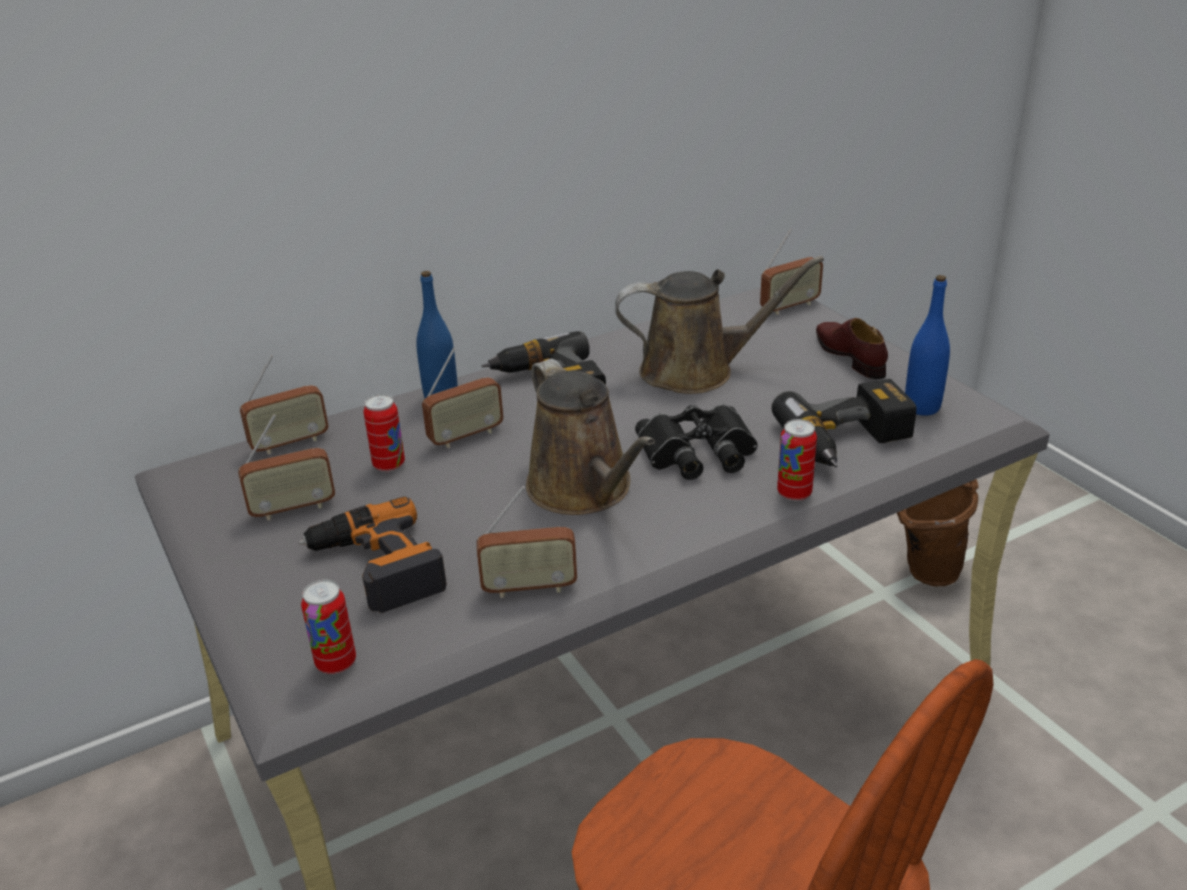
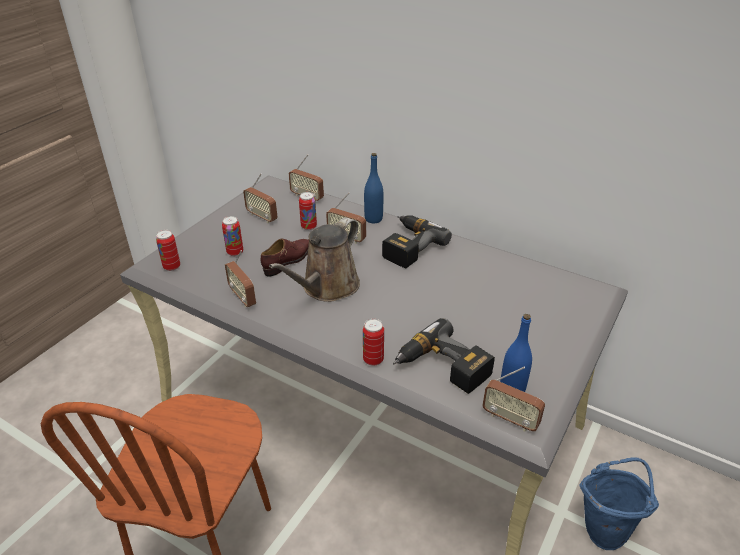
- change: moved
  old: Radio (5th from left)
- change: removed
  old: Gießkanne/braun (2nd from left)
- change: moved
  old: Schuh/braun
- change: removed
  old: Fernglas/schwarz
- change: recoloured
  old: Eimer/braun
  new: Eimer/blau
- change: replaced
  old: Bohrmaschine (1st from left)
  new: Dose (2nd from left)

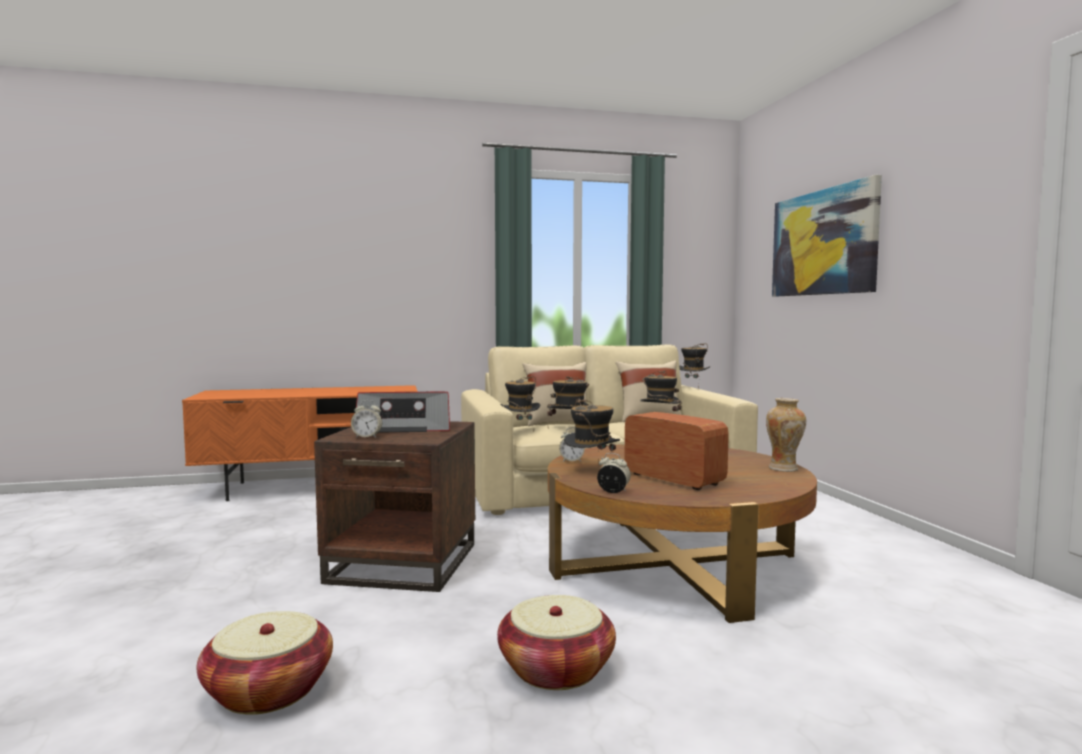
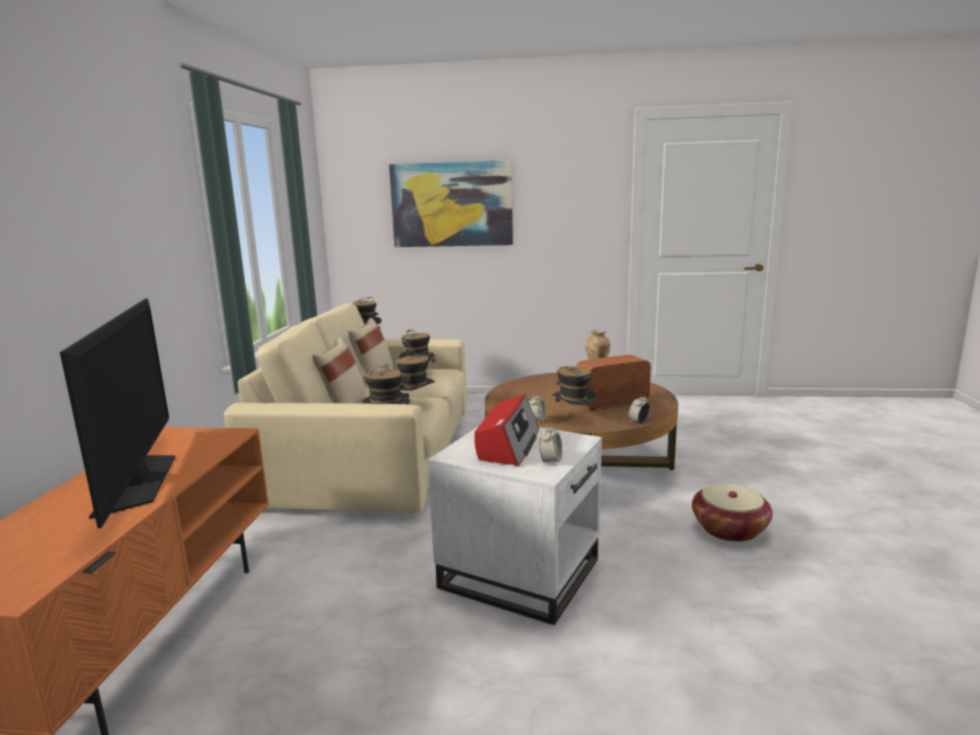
- change: recoloured
  old: Beistelltisch/braun
  new: Beistelltisch/weiß
- change: removed
  old: Korb (1st from left)
- change: added
  new: Fernseher

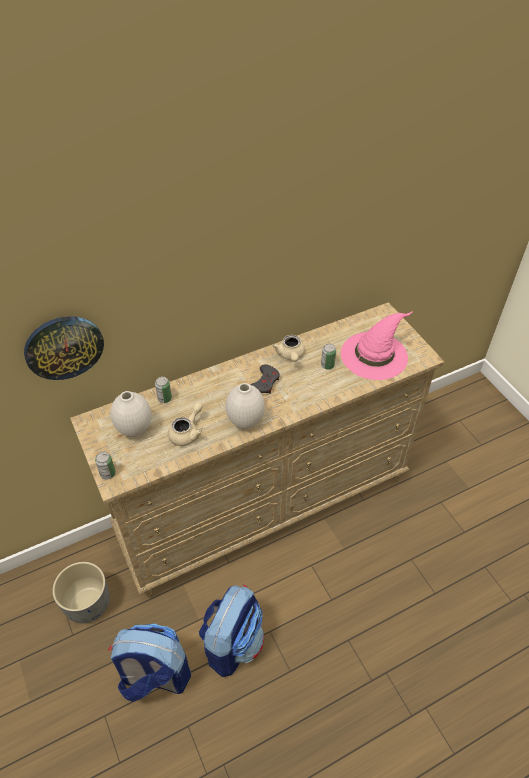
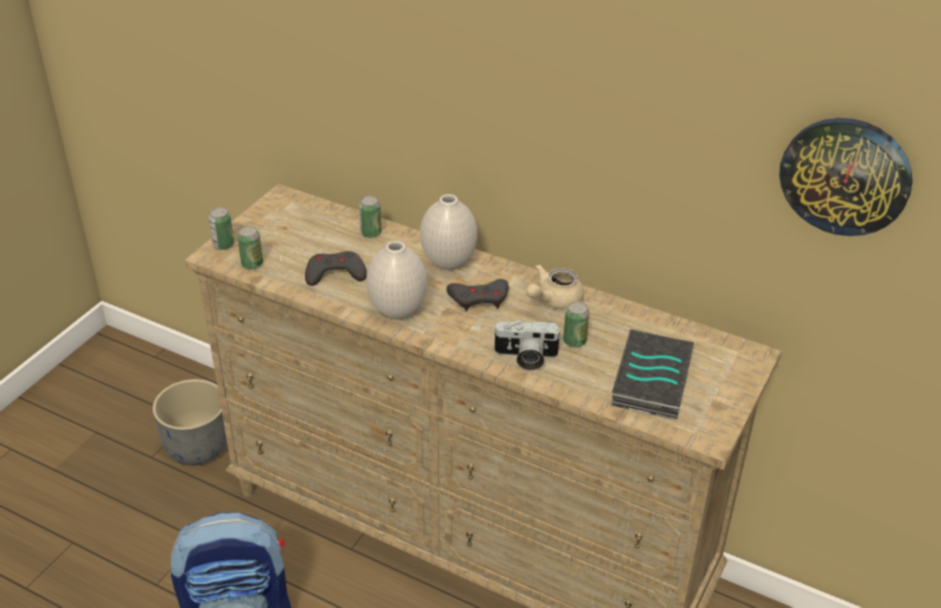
- change: replaced
  old: Hut/rosa
  new: Buch
- change: moved
  old: Wanduhr
- change: moved
  old: Vase/weiß (1st from left in the first image)
  new: Vase/weiß (2nd from left)
- change: replaced
  old: Teekanne/beige (1st from left)
  new: Gamepad/grau (1st from left)
- change: removed
  old: Rucksack (1st from left)
- change: added
  new: Dose (2nd from left)
- change: added
  new: Kamera

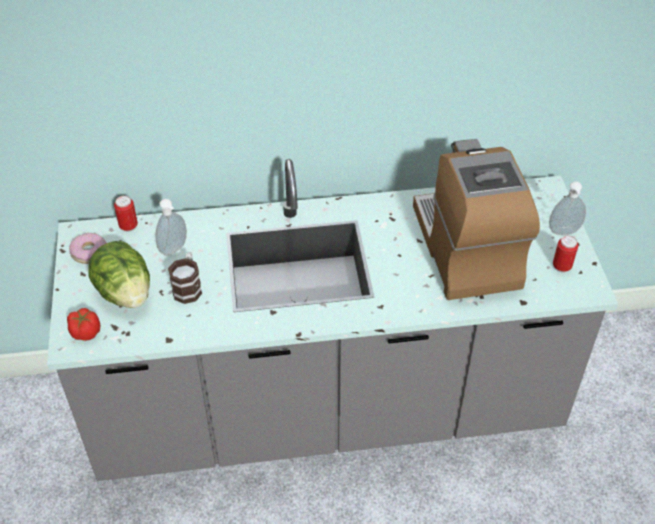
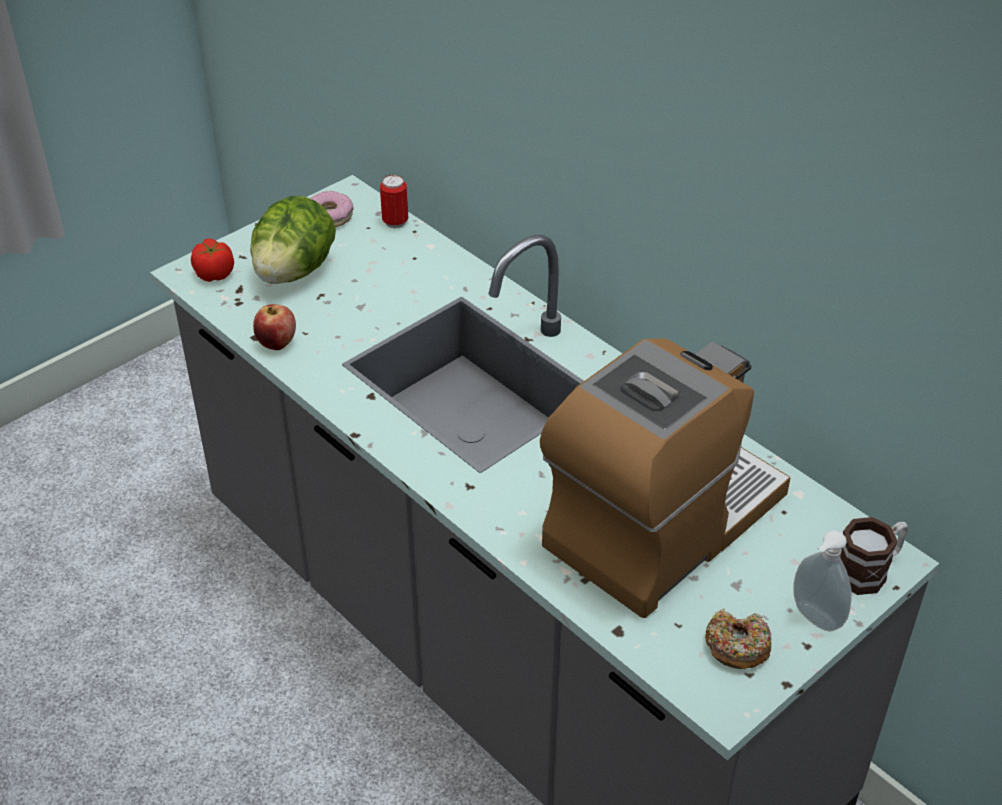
- change: removed
  old: Seifenspender (1st from left)
- change: replaced
  old: Dose (2nd from left)
  new: Donut (2nd from left)
- change: moved
  old: Henkelbecher
- change: added
  new: Apfel

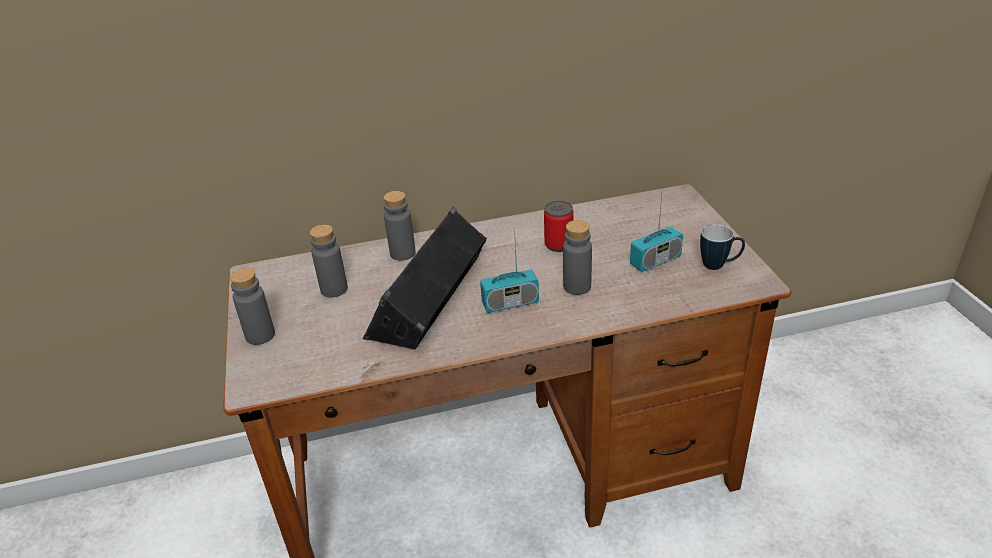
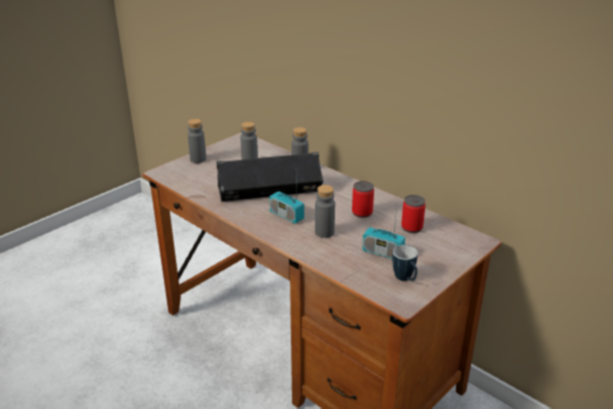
- change: added
  new: Dose (2nd from left)

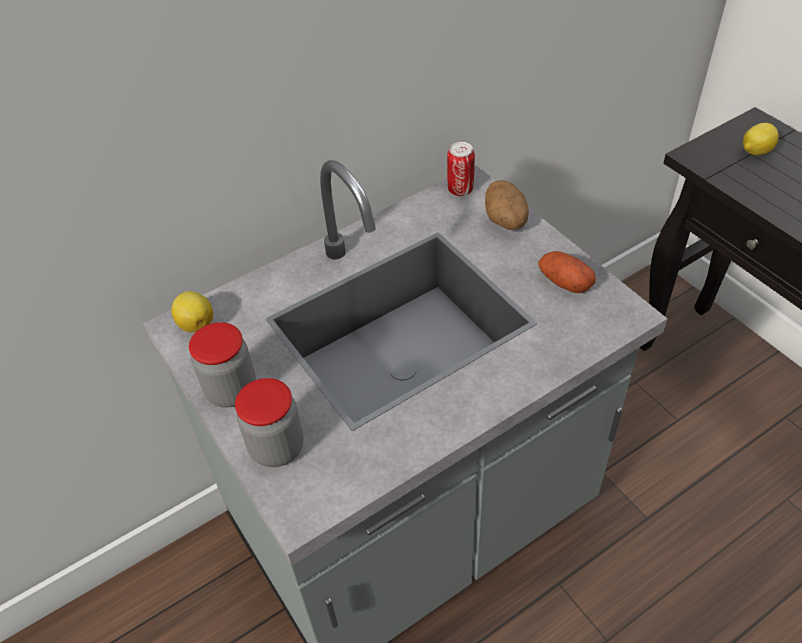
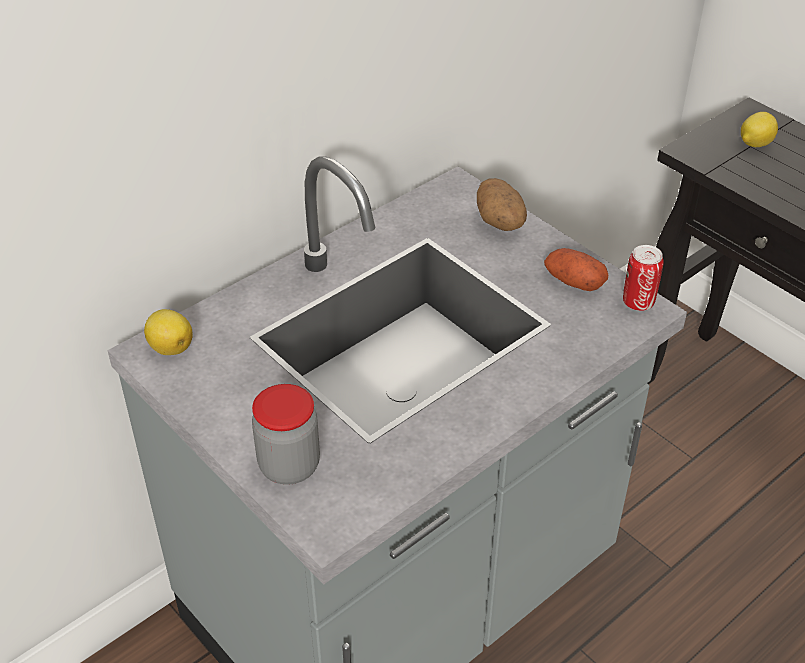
- change: moved
  old: Dose
- change: removed
  old: Vorratsglas (1st from left)

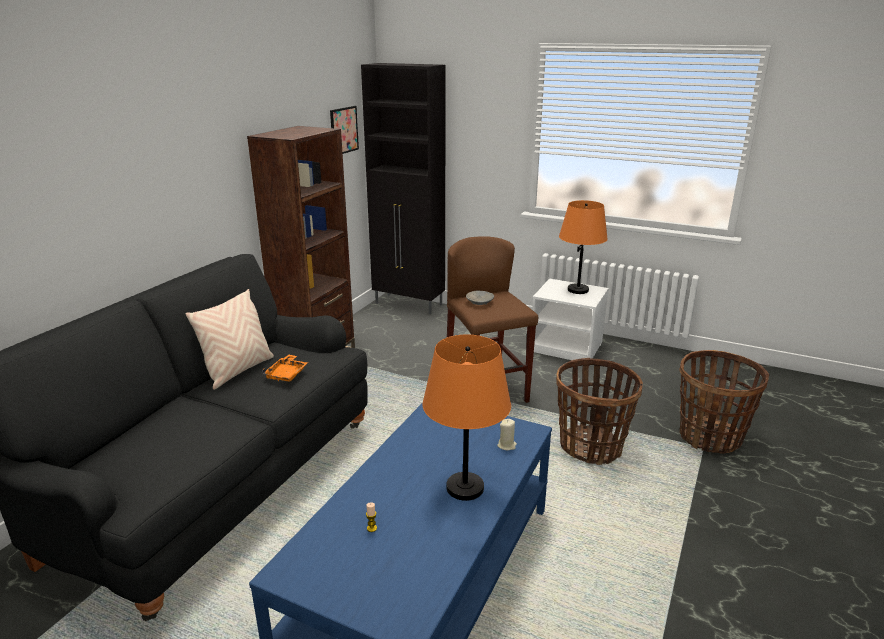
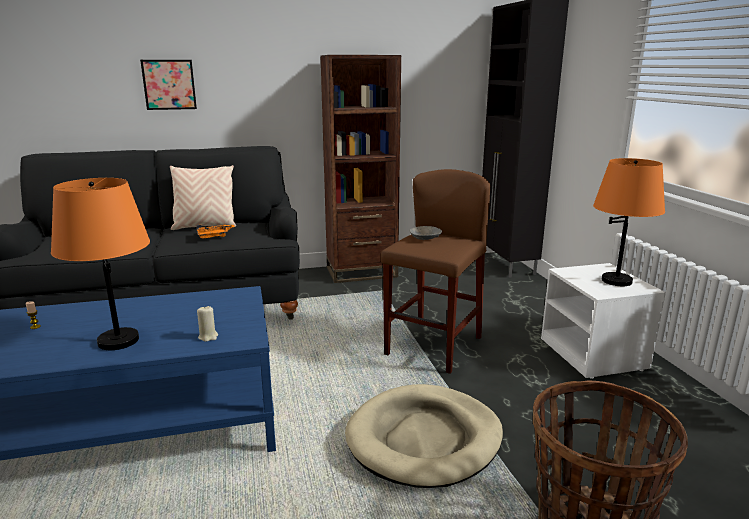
- change: moved
  old: Bild
- change: replaced
  old: Korb (1st from left)
  new: Hundebett/beige

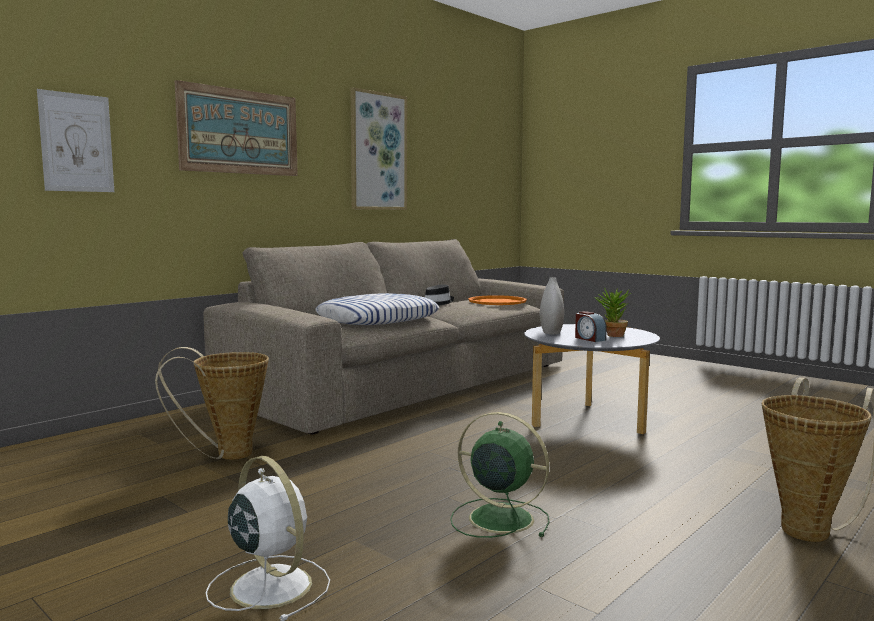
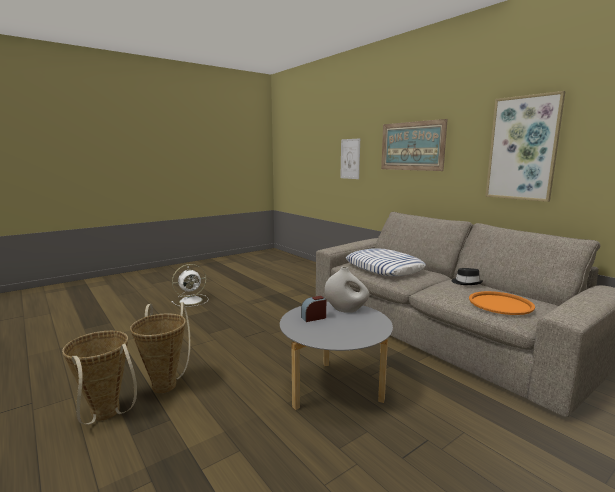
- change: removed
  old: Topfpflanze
- change: moved
  old: Korb (1st from left in the first image)
  new: Korb (2nd from left)
- change: removed
  old: Ventilator/grün

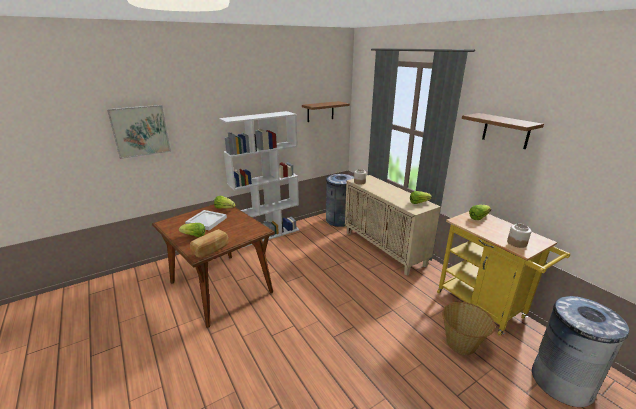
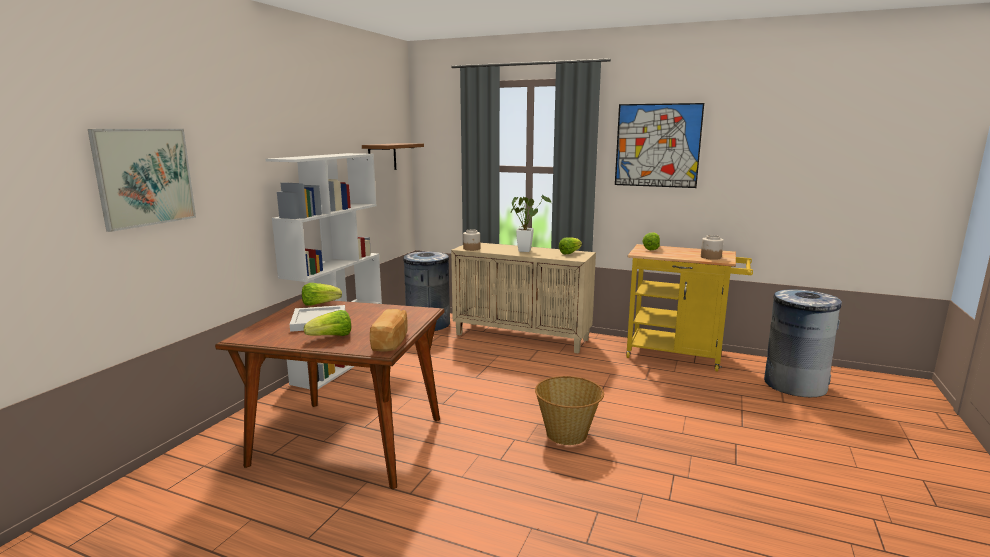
- change: replaced
  old: Wandregal/braun (2nd from left)
  new: Bild (2nd from left)
- change: moved
  old: Korb
- change: added
  new: Topfpflanze

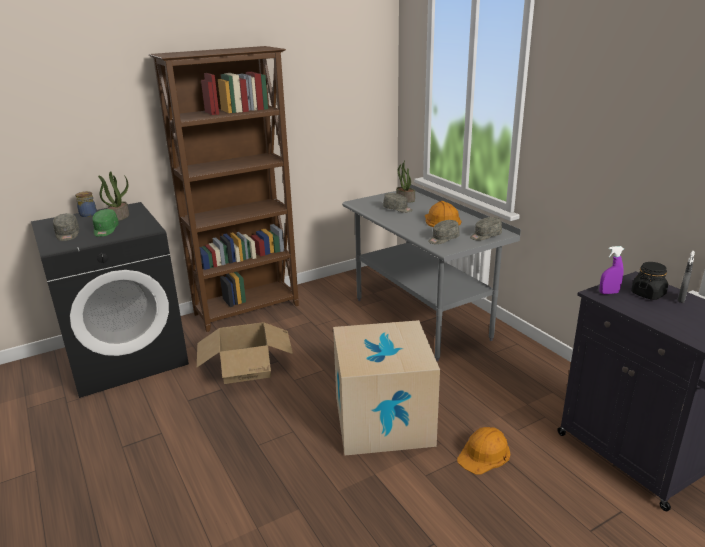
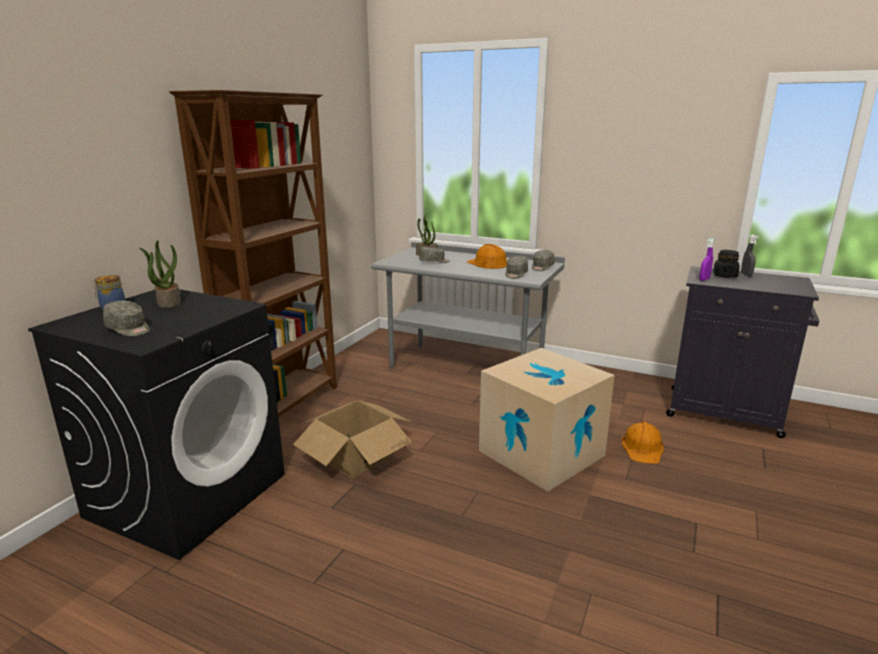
- change: removed
  old: Kappe/grün

